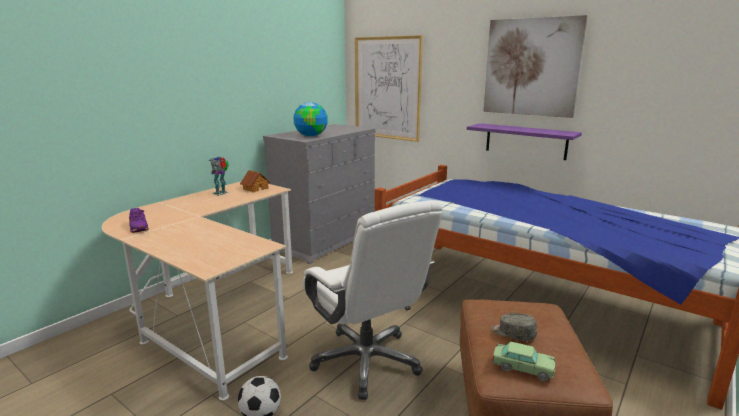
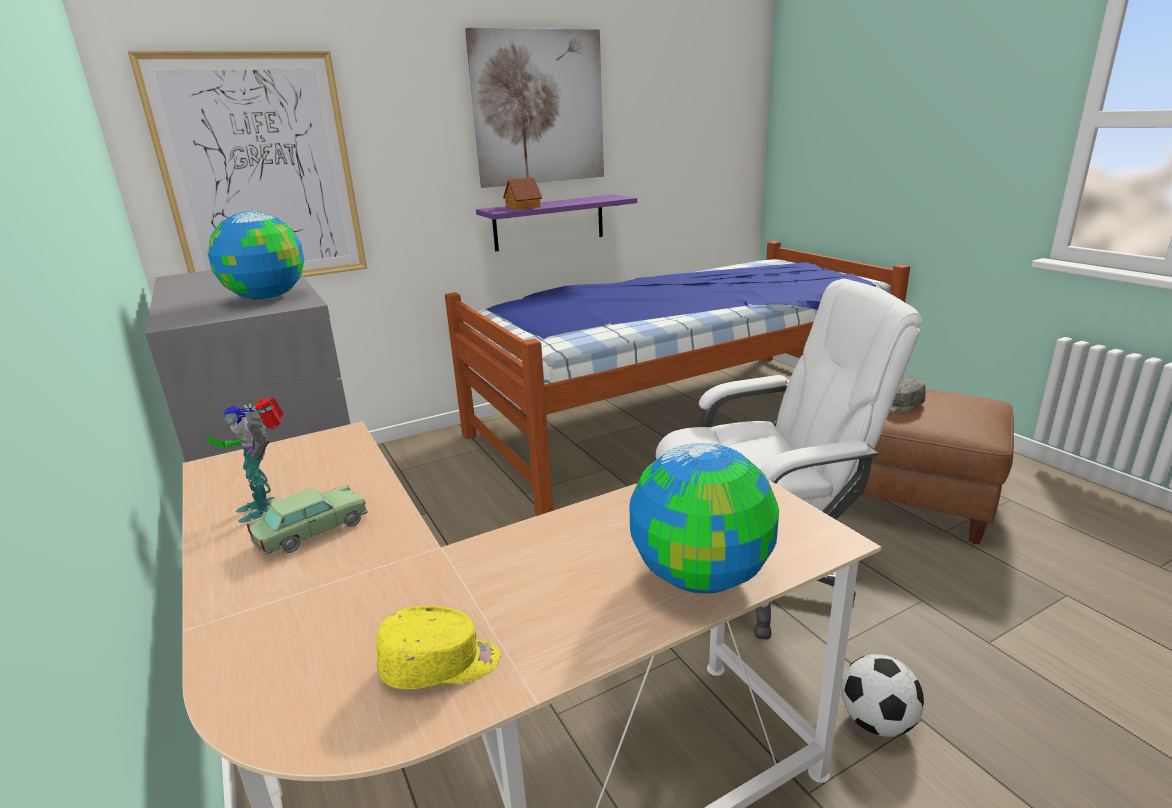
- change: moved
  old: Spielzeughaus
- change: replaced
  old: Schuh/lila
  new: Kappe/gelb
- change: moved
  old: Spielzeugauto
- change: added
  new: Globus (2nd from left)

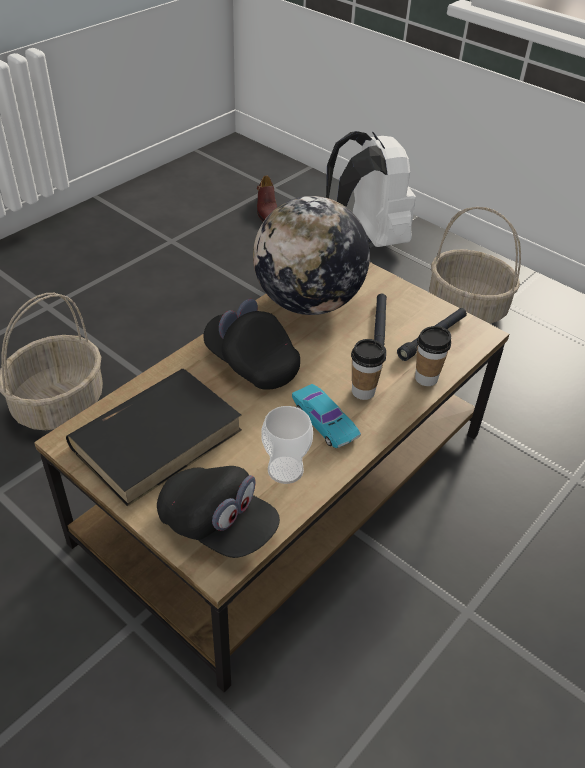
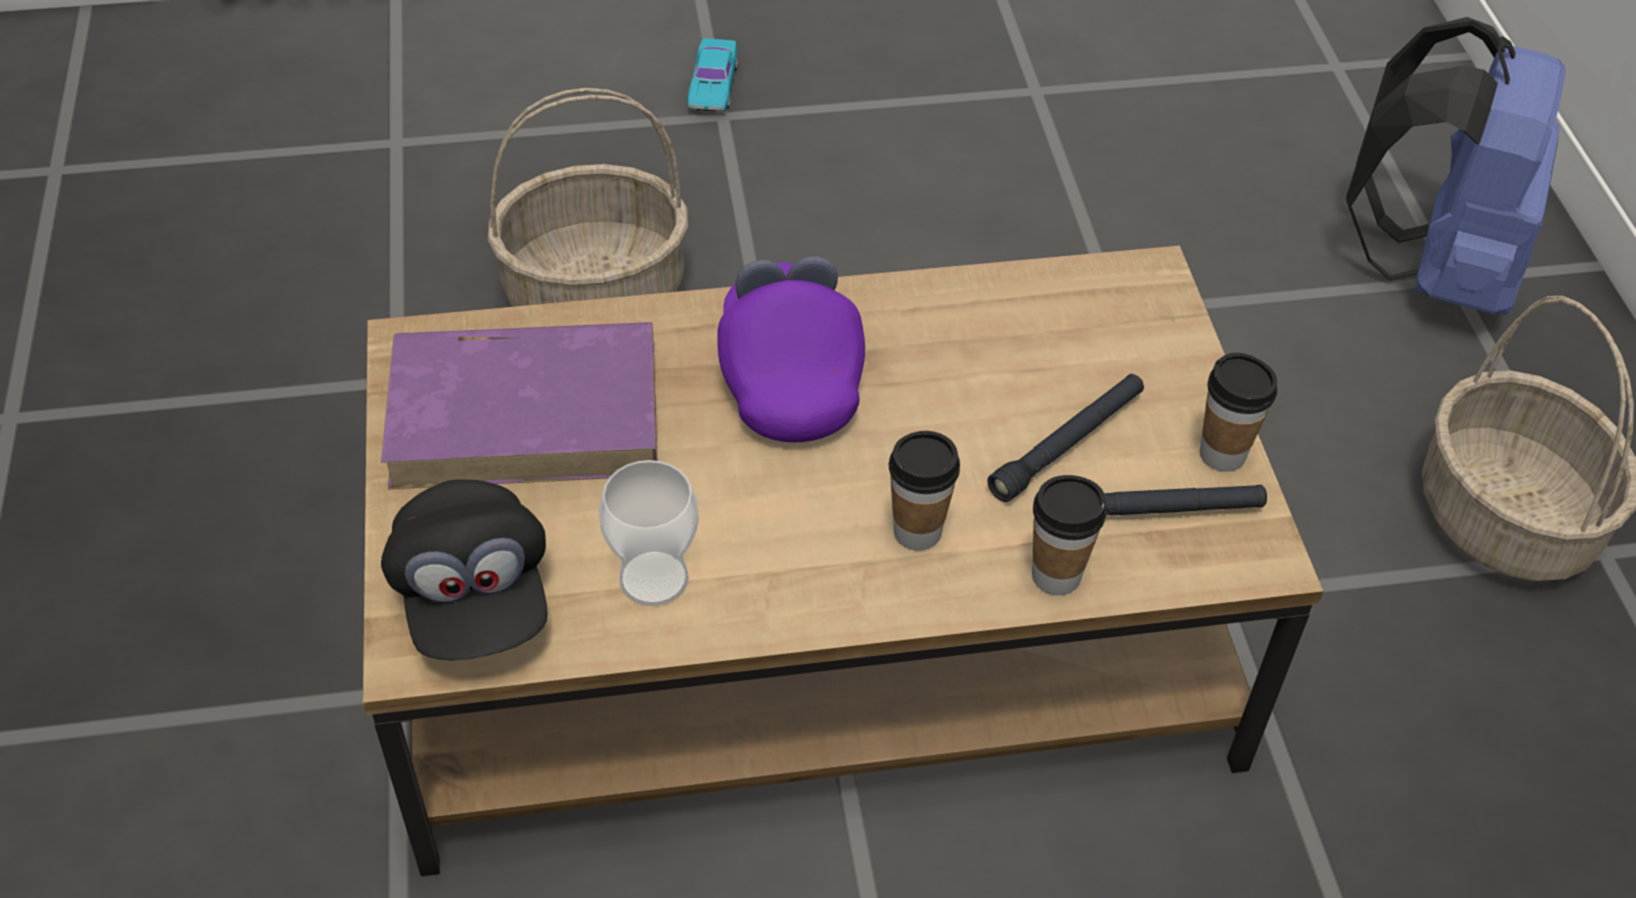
- change: recoloured
  old: Rucksack/weiß
  new: Rucksack/blau
- change: removed
  old: Schuh/braun
- change: removed
  old: Globus
- change: recoloured
  old: Kappe/schwarz (2nd from left)
  new: Kappe/lila
- change: recoloured
  old: Buch/schwarz
  new: Buch/lila
- change: moved
  old: Spielzeugauto/türkis
- change: added
  new: Tasse (4th from left)

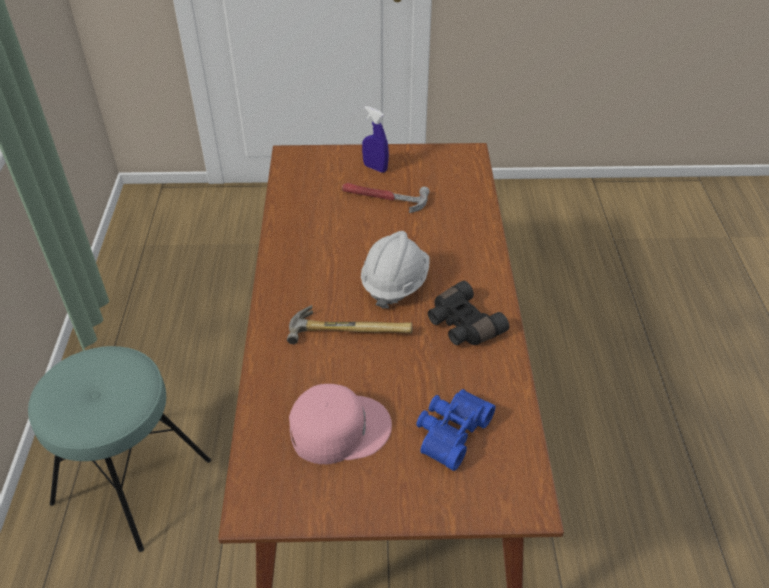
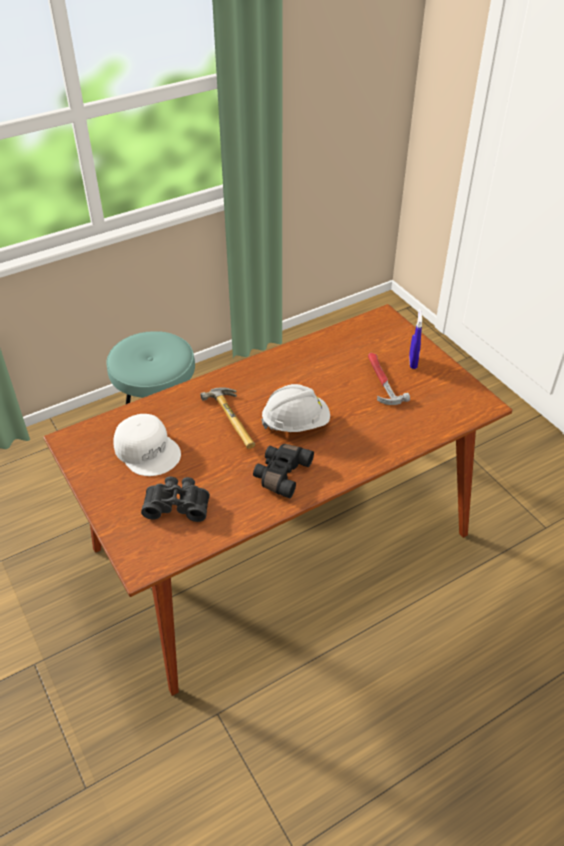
- change: recoloured
  old: Kappe/rosa
  new: Kappe/weiß
- change: recoloured
  old: Fernglas/blau
  new: Fernglas/schwarz (1st from left)

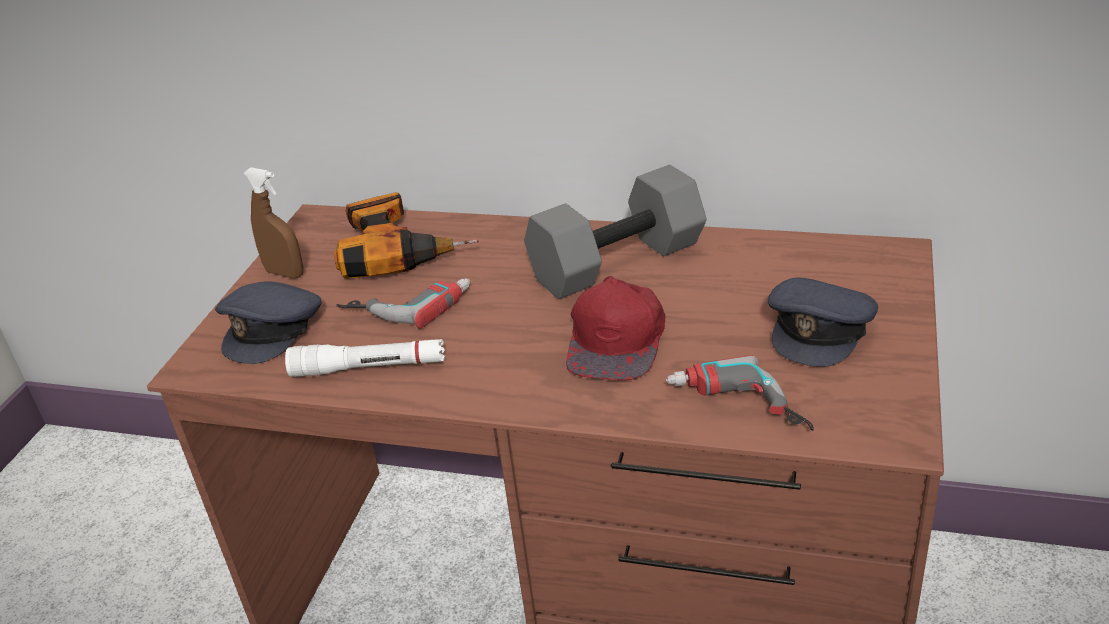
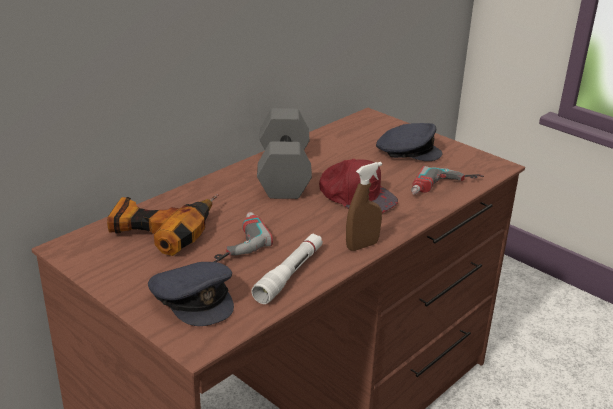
- change: moved
  old: Sprühflasche/braun
- change: turned
  old: Kappe/grau (2nd from left)
  degrees: -45

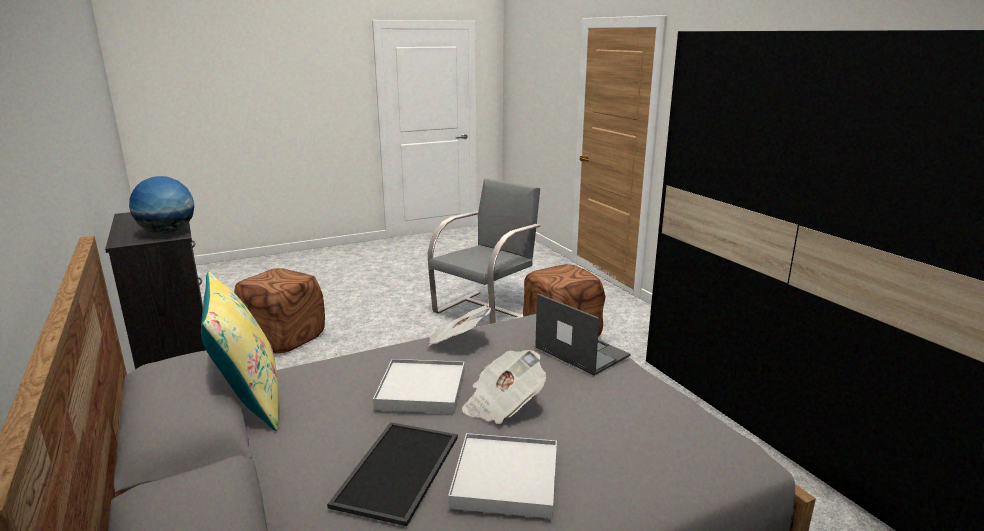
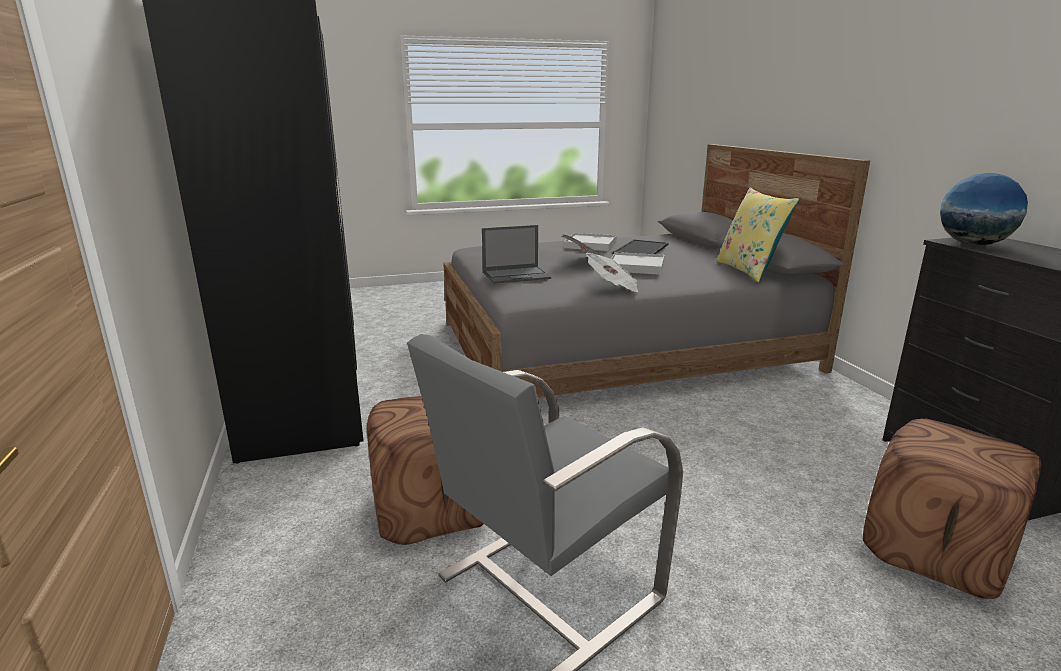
- change: turned
  old: Laptop
  degrees: -75

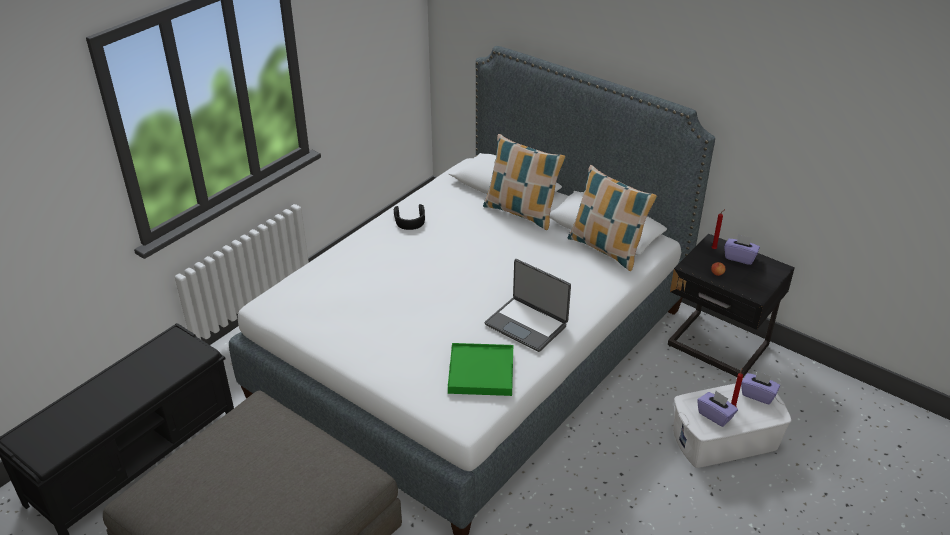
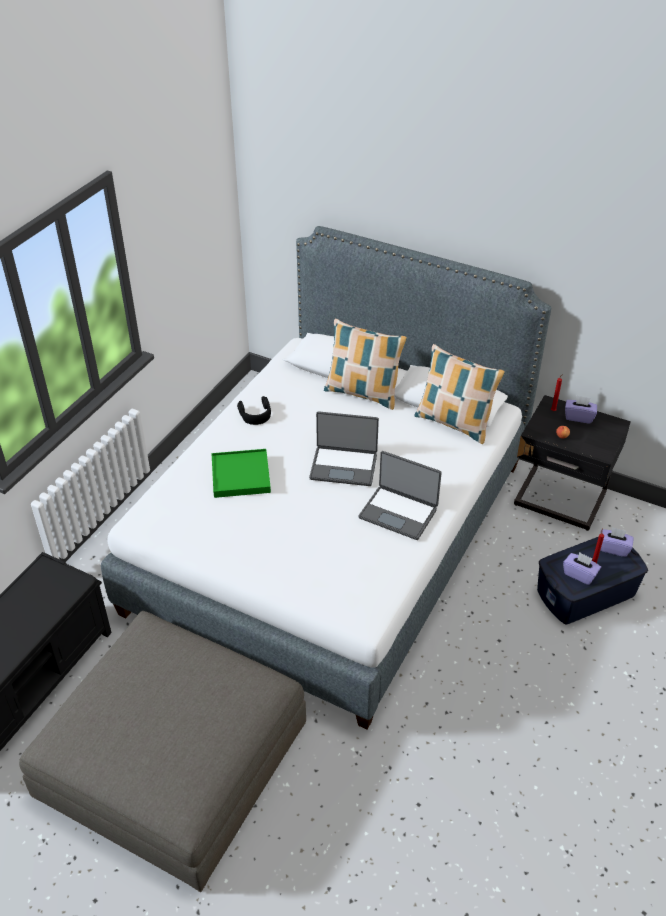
- change: moved
  old: Tablett/grün
- change: recoloured
  old: Aufbewahrungsbox/weiß
  new: Aufbewahrungsbox/blau
- change: added
  new: Laptop (1st from left)

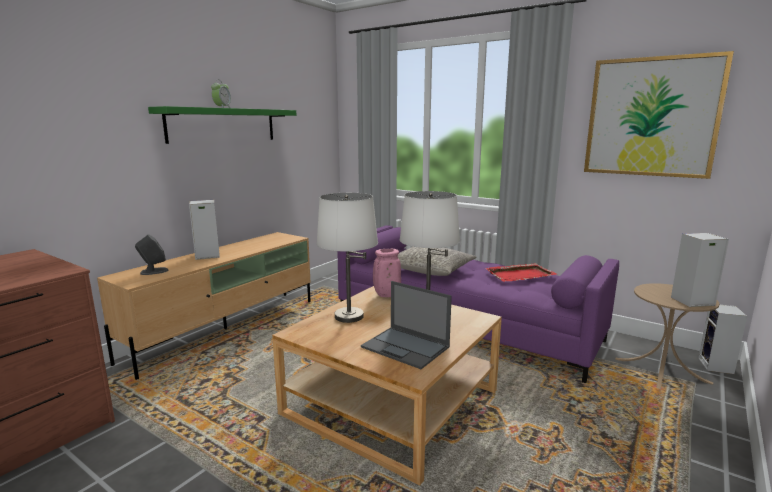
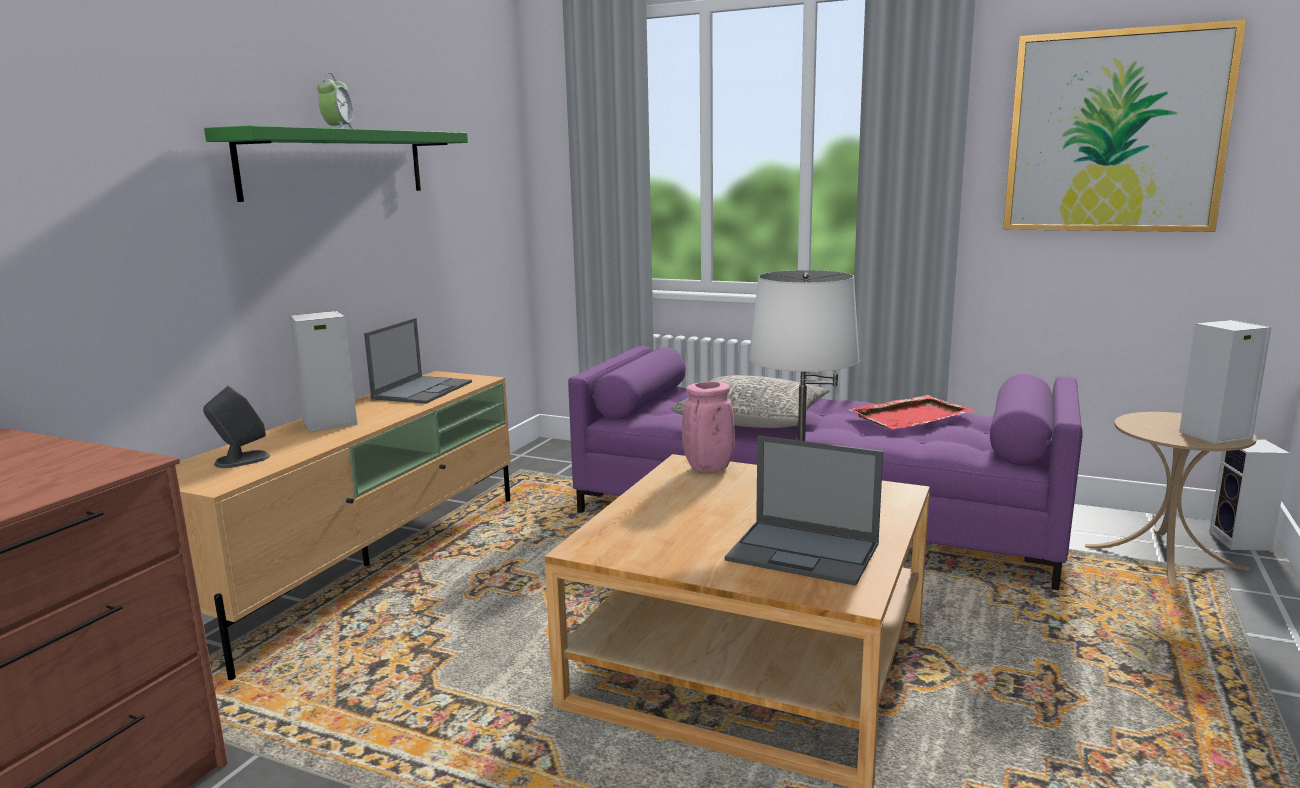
- change: removed
  old: Tischlampe/weiß (1st from left)
- change: added
  new: Laptop (1st from left)

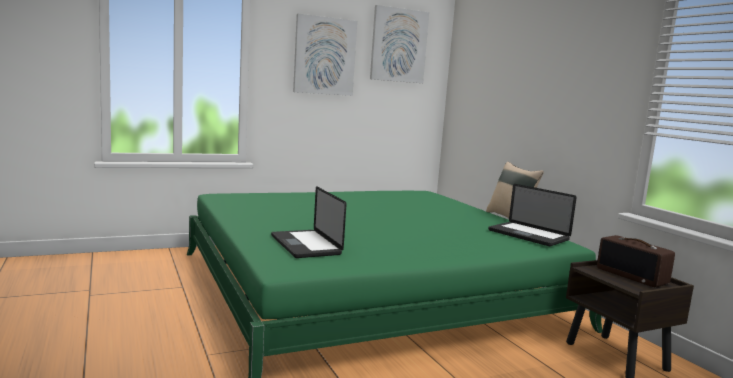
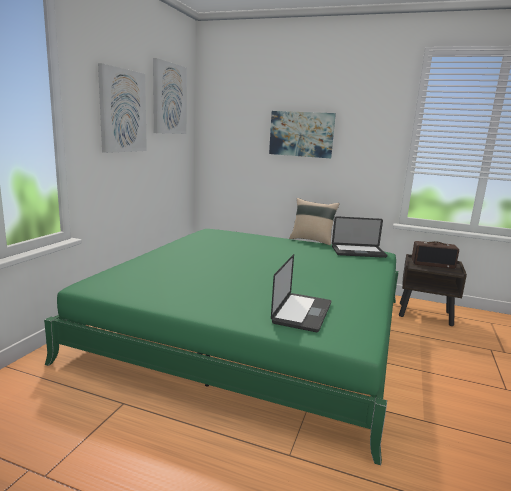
- change: turned
  old: Laptop (1st from left)
  degrees: -90
- change: added
  new: Bild (3rd from left)

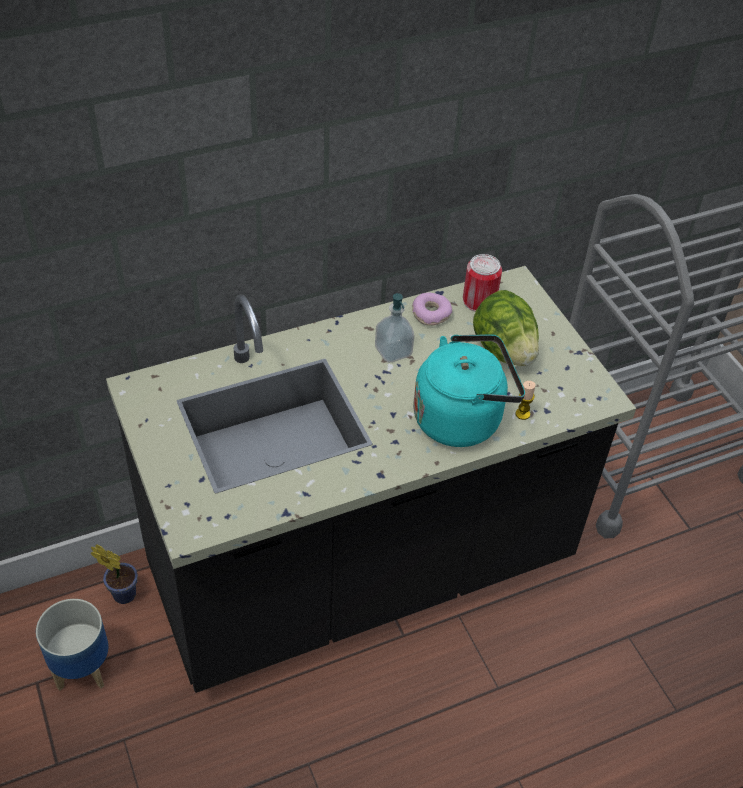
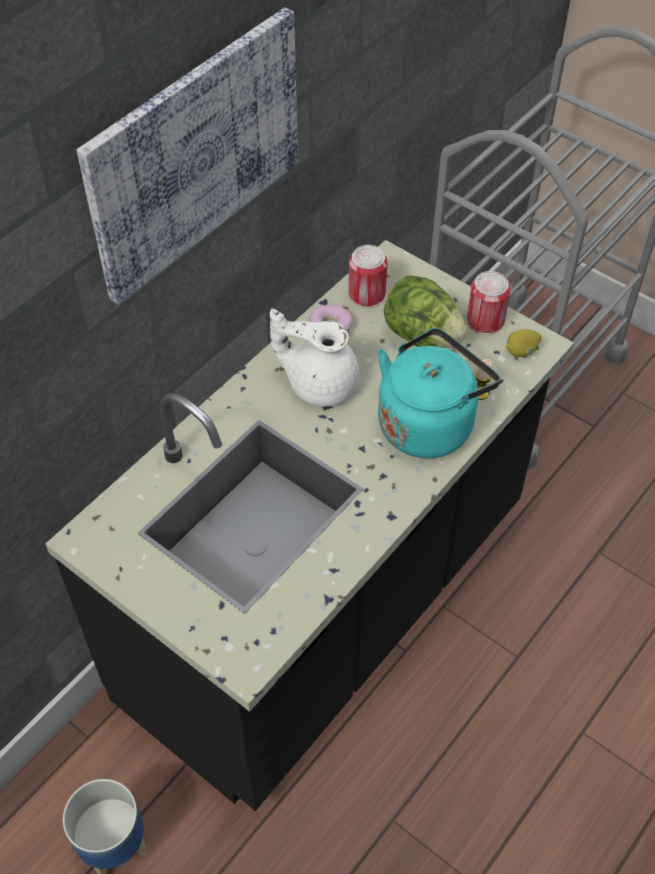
- change: replaced
  old: Seifenspender
  new: Teekanne/weiß
- change: removed
  old: Topfpflanze
- change: added
  new: Bild
- change: added
  new: Dose (2nd from left)
- change: added
  new: Zitrone

